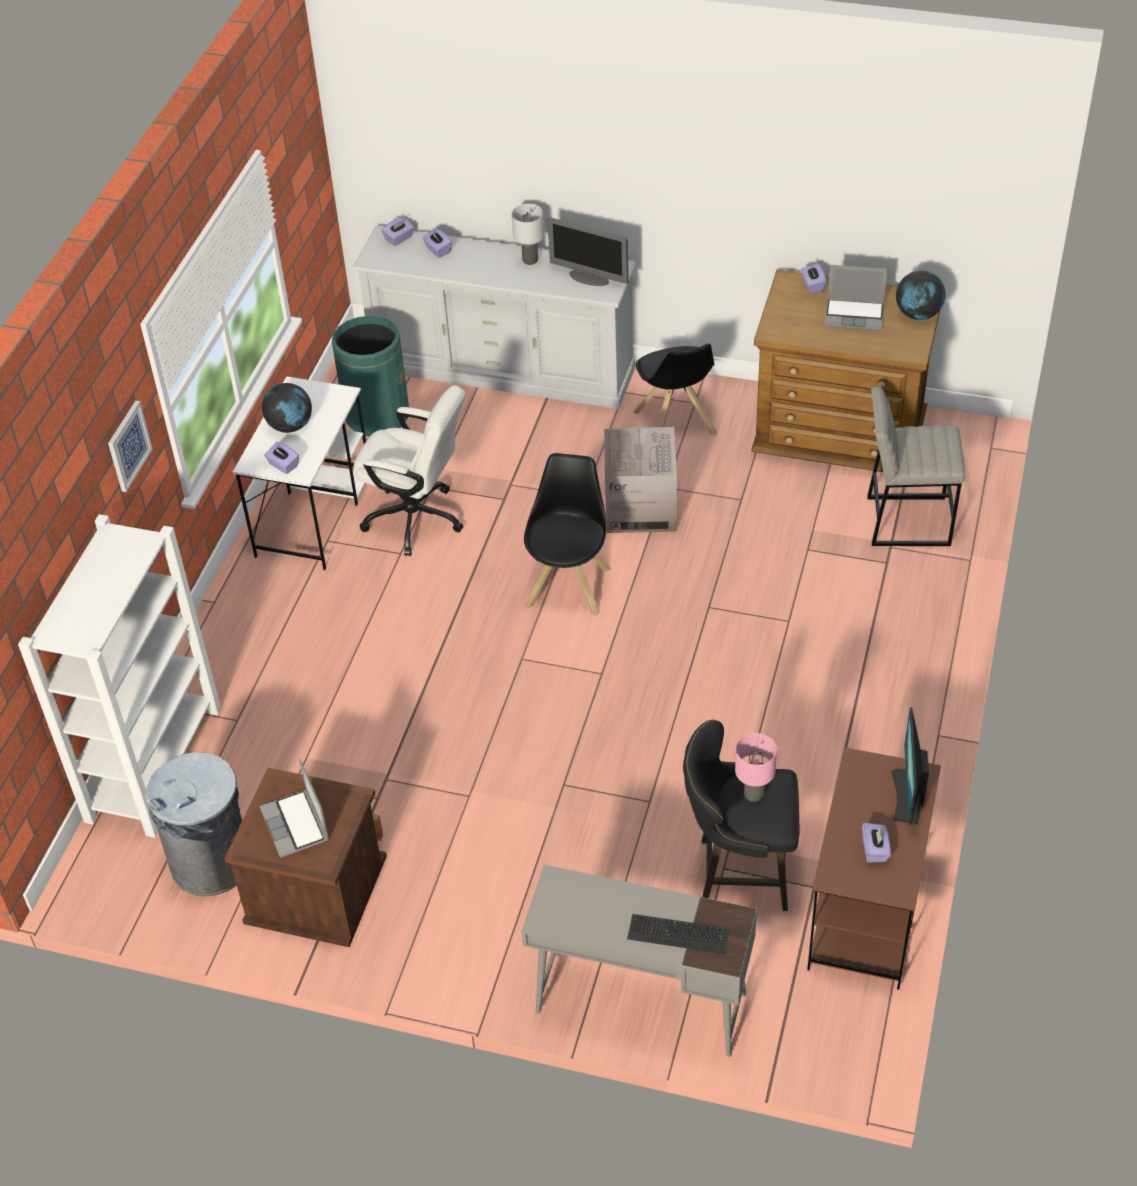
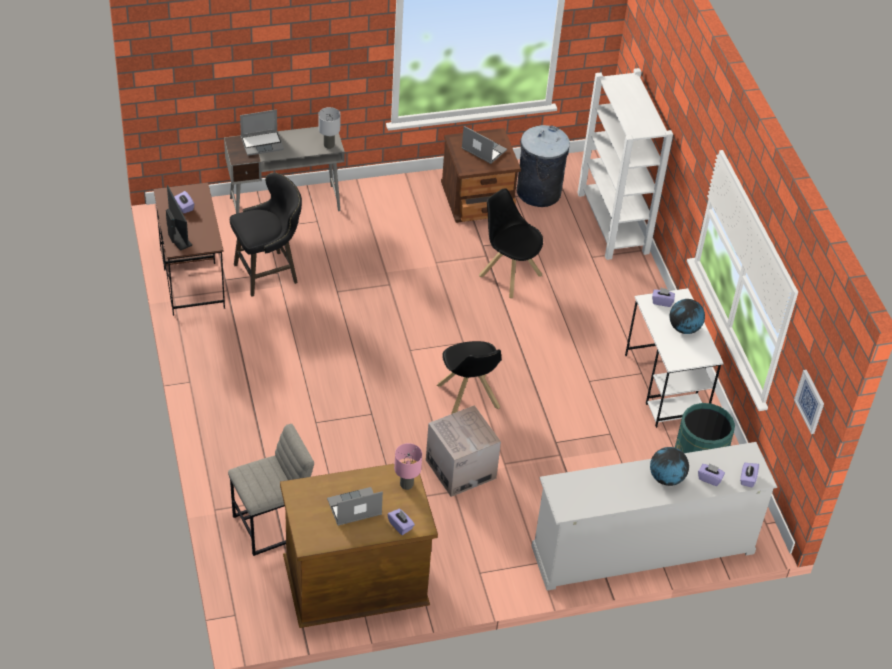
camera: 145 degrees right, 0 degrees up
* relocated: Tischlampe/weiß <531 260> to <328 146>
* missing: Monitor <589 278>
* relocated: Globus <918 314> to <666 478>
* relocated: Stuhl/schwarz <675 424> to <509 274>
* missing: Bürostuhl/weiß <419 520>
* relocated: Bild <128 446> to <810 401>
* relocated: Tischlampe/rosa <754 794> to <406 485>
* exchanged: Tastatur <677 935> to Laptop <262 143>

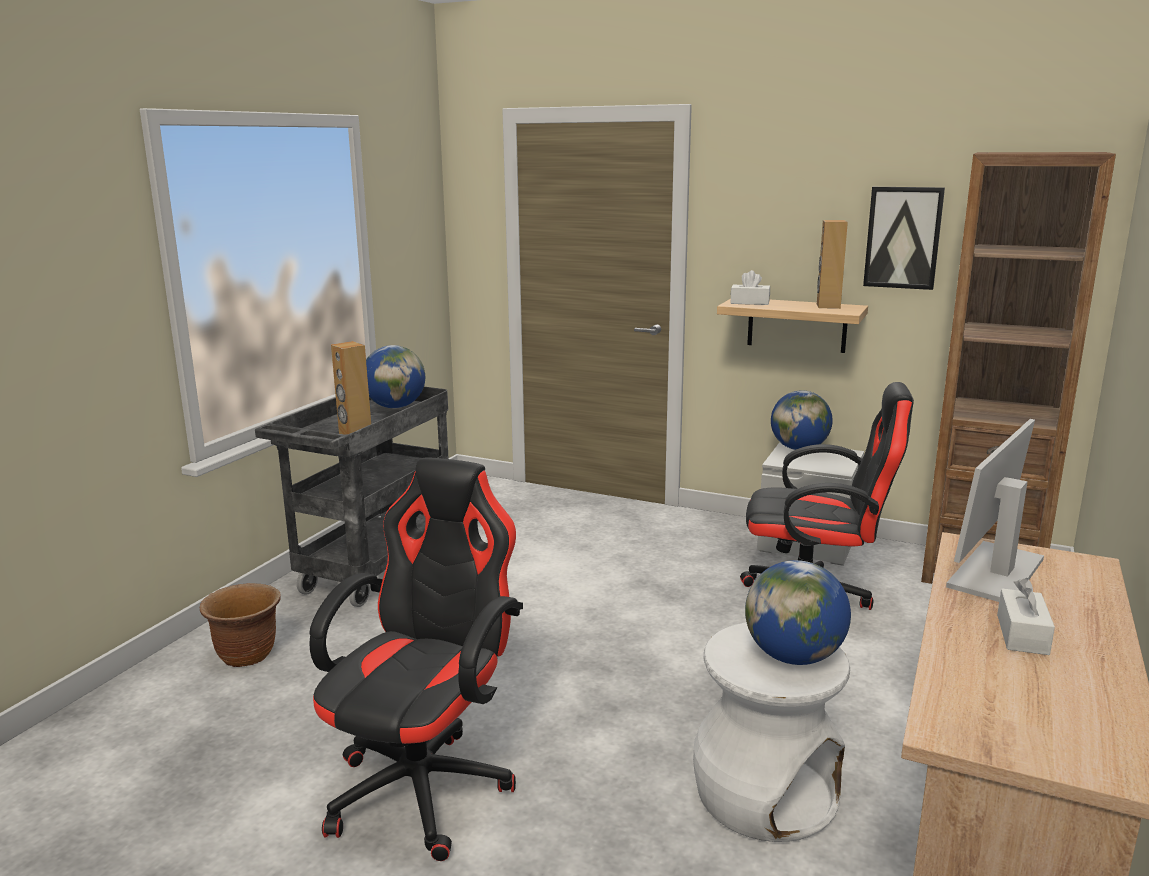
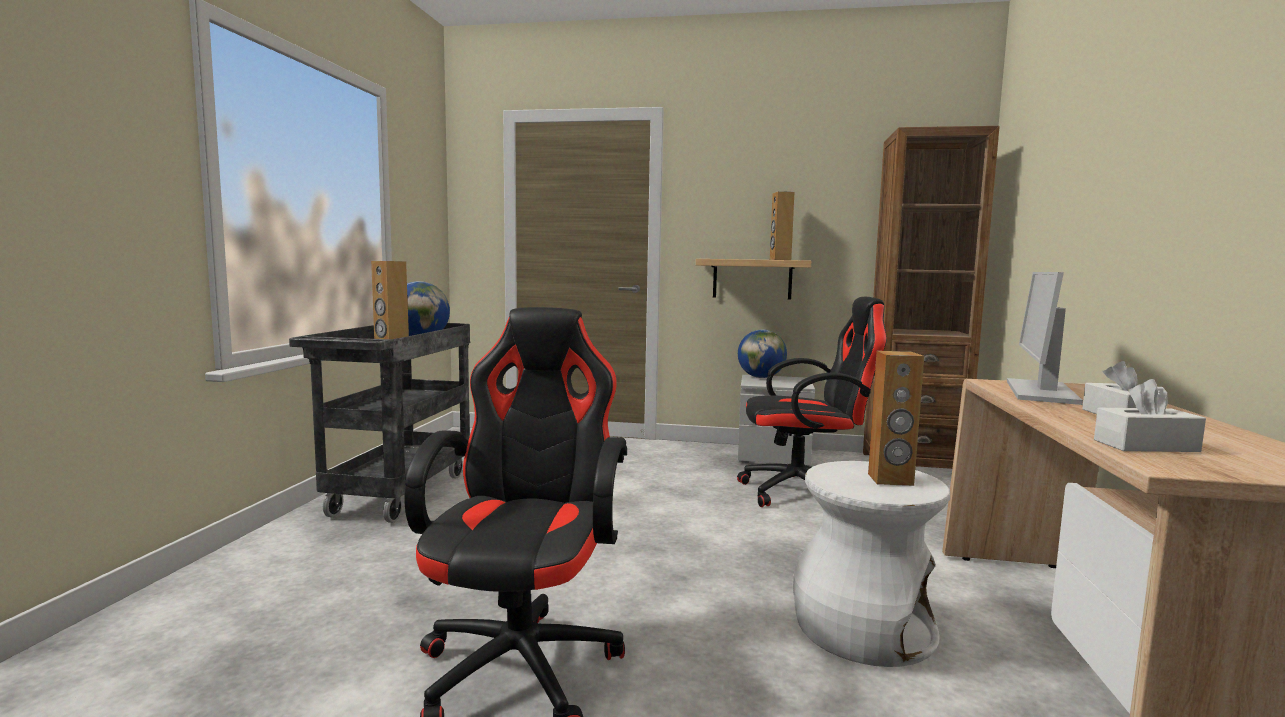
camera: 15 degrees left, 10 degrees down
* missing: Bild <903 237>
* relocated: Taschentuchbox/weiß <749 302> to <1145 446>
* exchanged: Globus <793 656> to Lautsprecher/braun <890 480>
* missing: Pflanzkübel/braun <247 655>

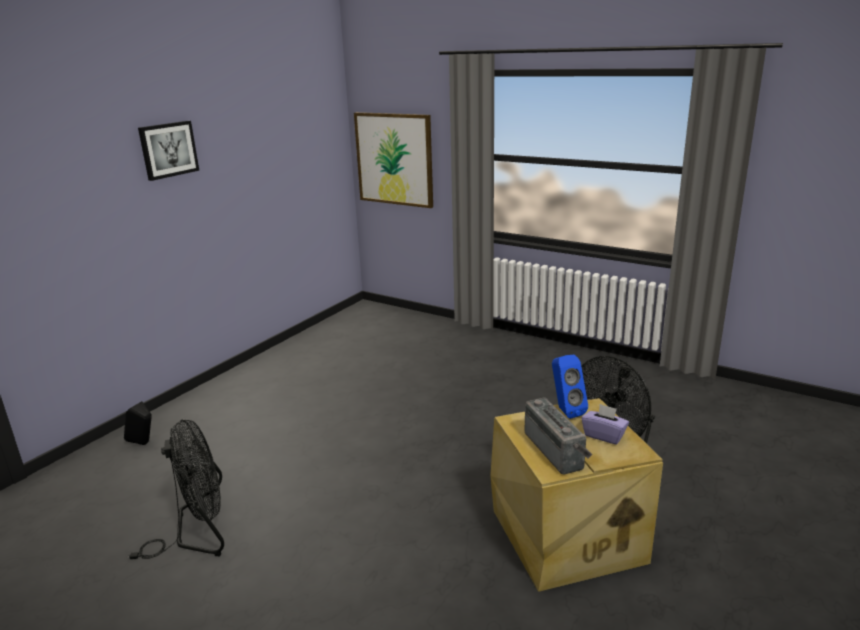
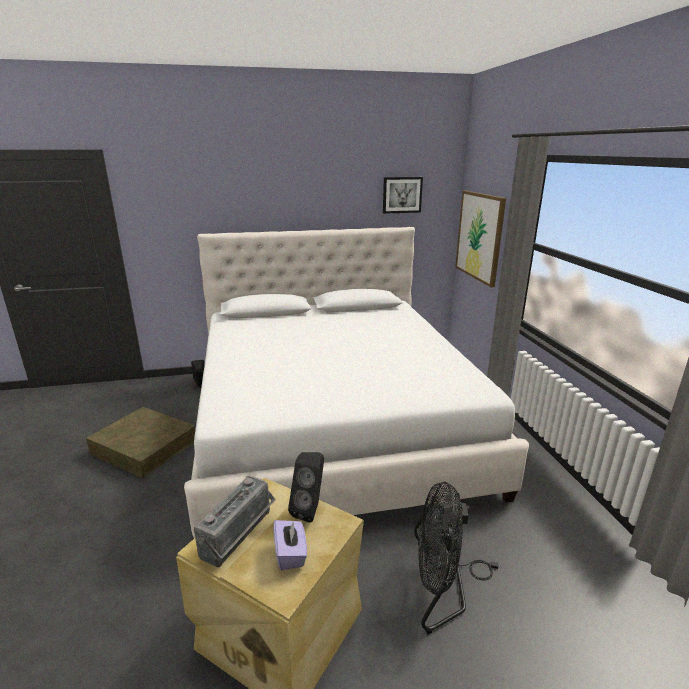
camera: 45 degrees right, 0 degrees up
* relocated: Bild <168 150> to <402 195>
* colour: Lautsprecher/blau <565 411> to Lautsprecher/schwarz <310 509>
* exchanged: Ventilator/schwarz <195 527> to Aufbewahrungsbox/braun <144 447>
* appeared: Bett/weiß <332 422>

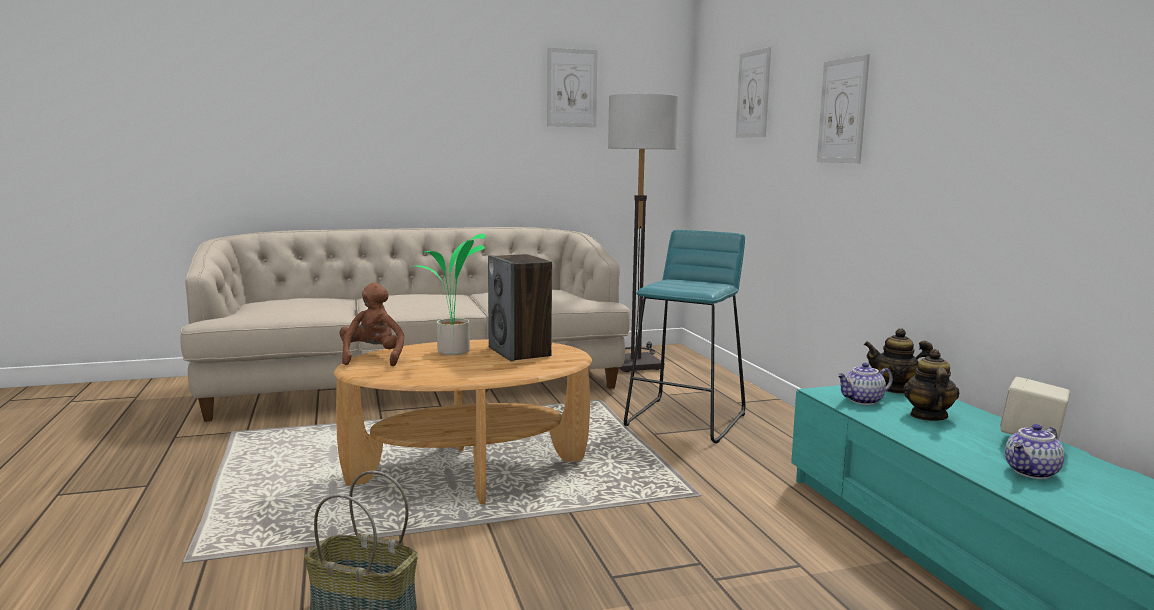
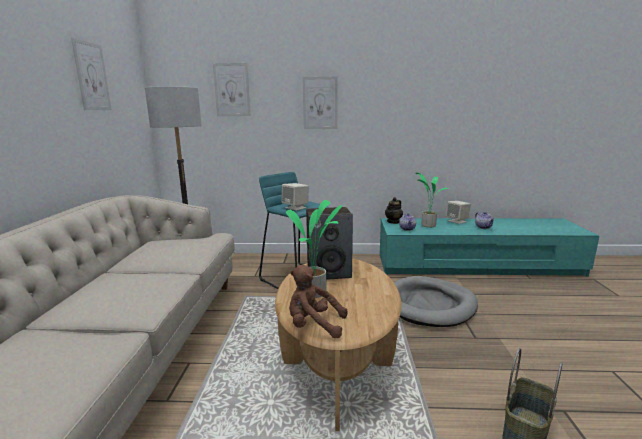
camera: 70 degrees left, 5 degrees up
* exchanged: Teekanne <928 416> to Topfpflanze <428 225>
* appeared: Lautsprecher/beige <296 208>
* appeared: Hundebett/grau <429 305>

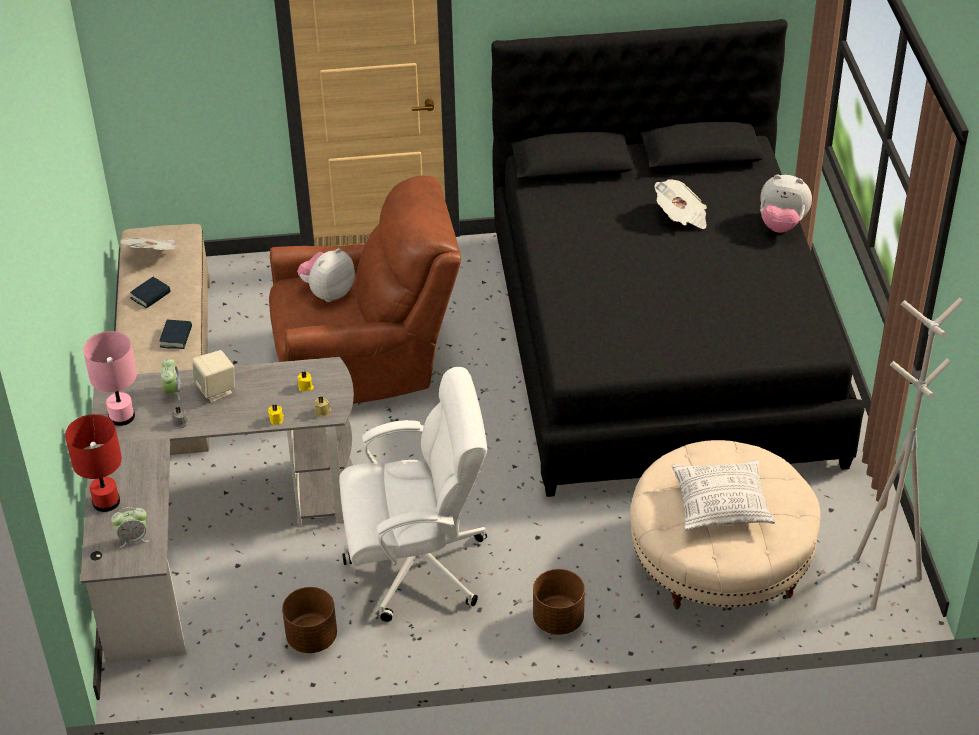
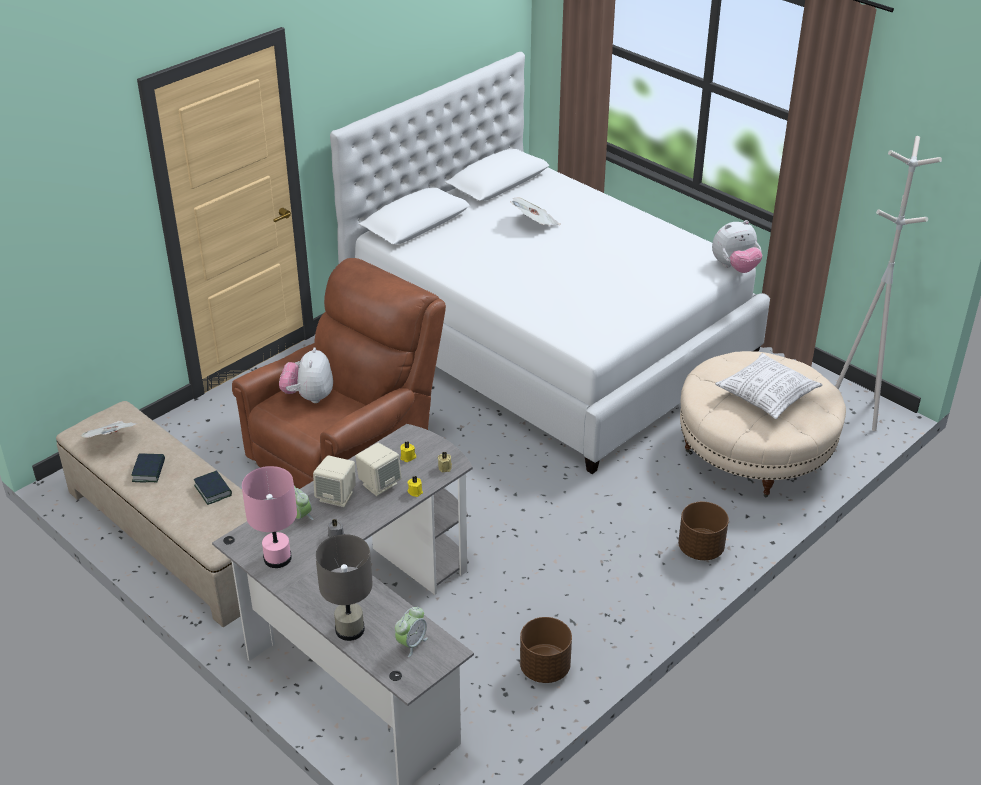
camera: 40 degrees left, 5 degrees down
* colour: Bett/schwarz <662 345> to Bett/weiß <548 339>
* relocated: Plüschtier <781 225> to <735 268>
* missing: Bürostuhl/weiß <417 566>
* colour: Tischlampe/rot <107 502> to Tischlampe/grau <350 629>
* appeared: Lautsprecher/beige <379 484>

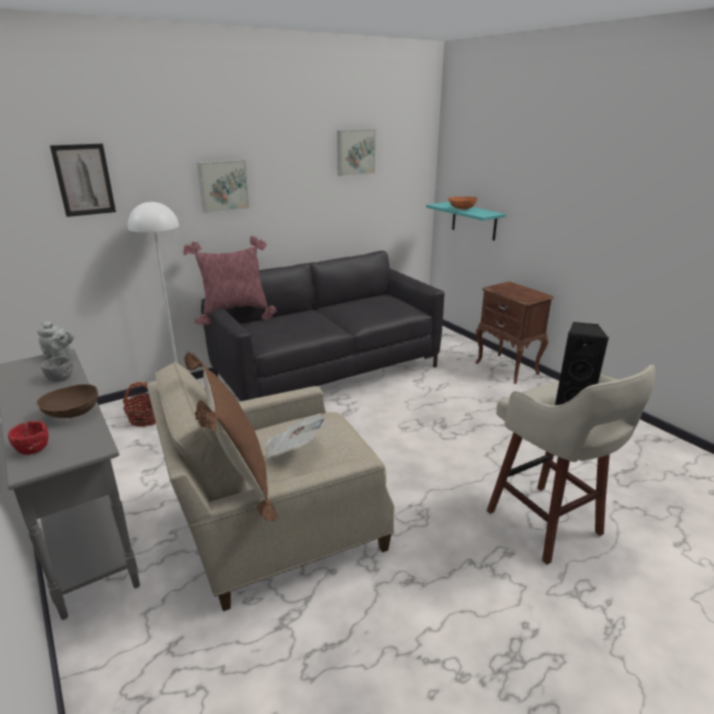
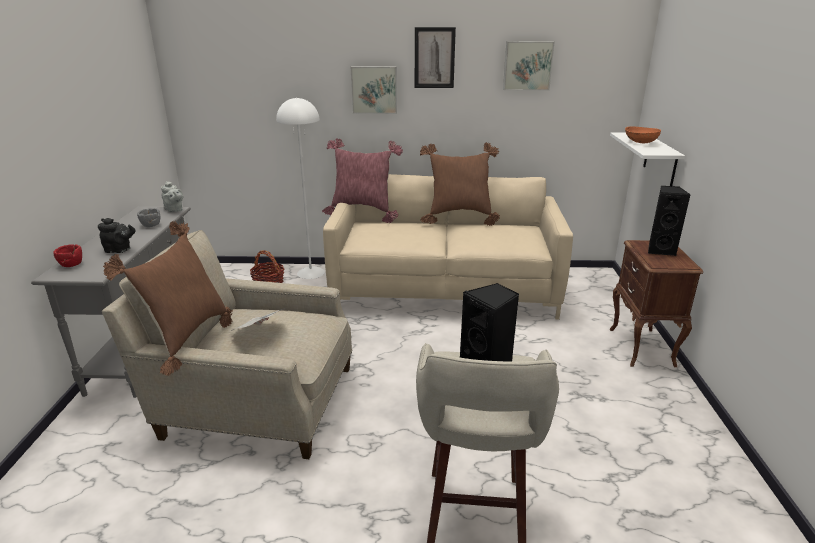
camera: 35 degrees right, 0 degrees up
* relocated: Bild <84 180> to <434 58>
* colour: Wandregal/türkis <474 221> to Wandregal/weiß <660 159>
* colour: Sofa/schwarz <327 372> to Sofa/beige <444 291>
* exchanged: Schüssel/braun <72 414> to Teekanne/schwarz <120 250>
* appeared: Kissen/braun <458 221>
* appeared: Lautsprecher/schwarz <660 250>

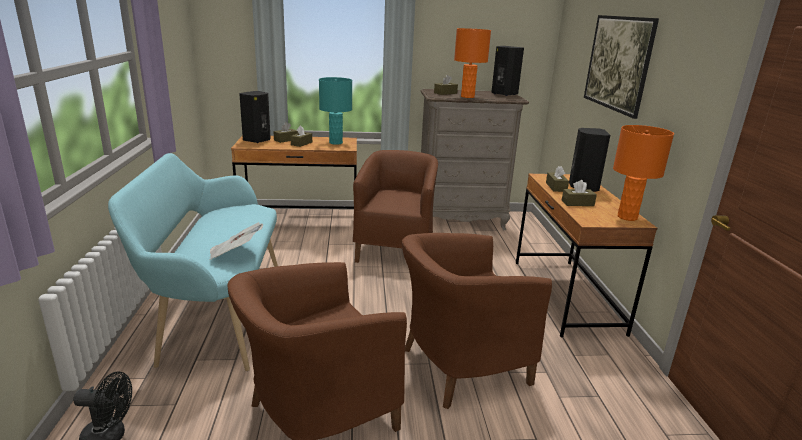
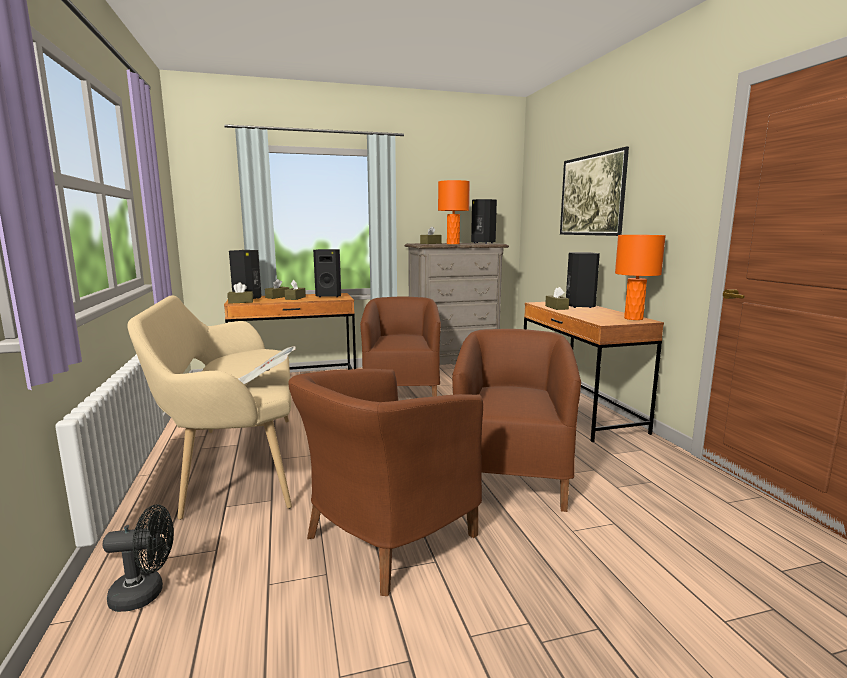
camera: 10 degrees left, 10 degrees down
* exchanged: Tischlampe/türkis <336 142> to Lautsprecher/schwarz <329 296>
* colour: Bank/türkis <216 313> to Bank/beige <234 463>
* relocated: Taschentuchbox/braun <577 203> to <241 302>
* spun: Sessel/braun <460 367> = <511 476> 135 degrees clockwise

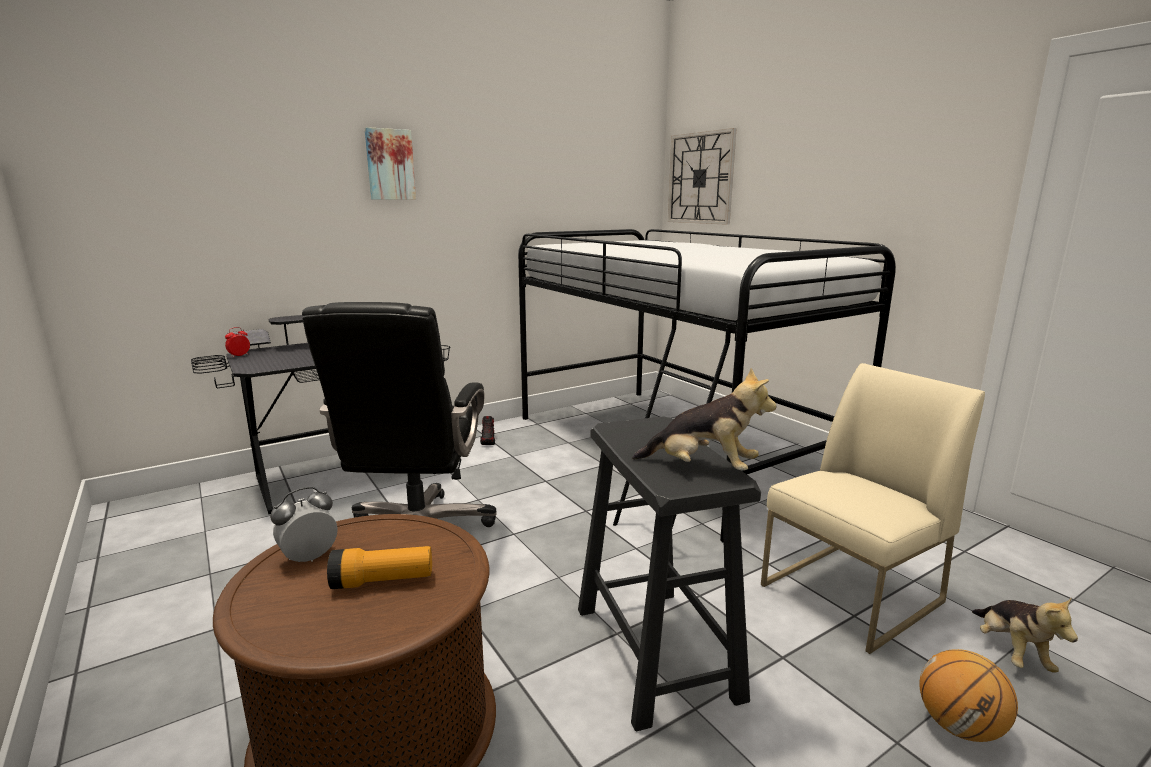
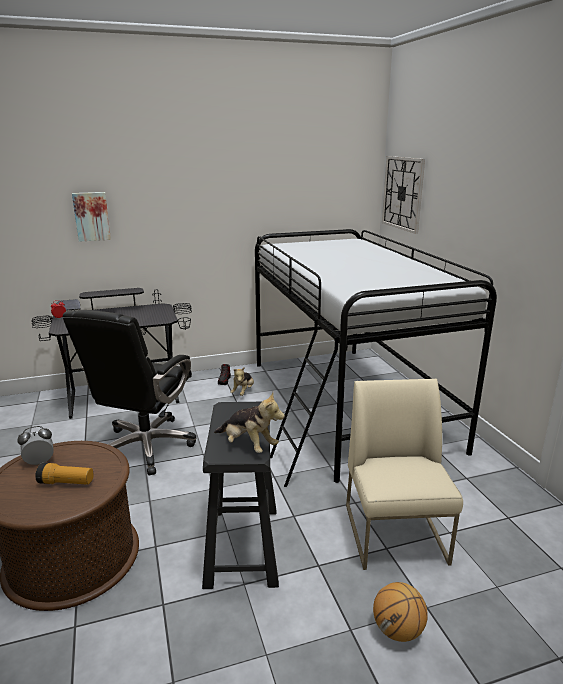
camera: 15 degrees right, 5 degrees up
* relocated: Bild <390 164> to <91 216>
* spun: Stuhl/beige <851 594> = <396 534> 75 degrees counterclockwise
* relocated: Plüschtier <1011 652> to <243 392>

